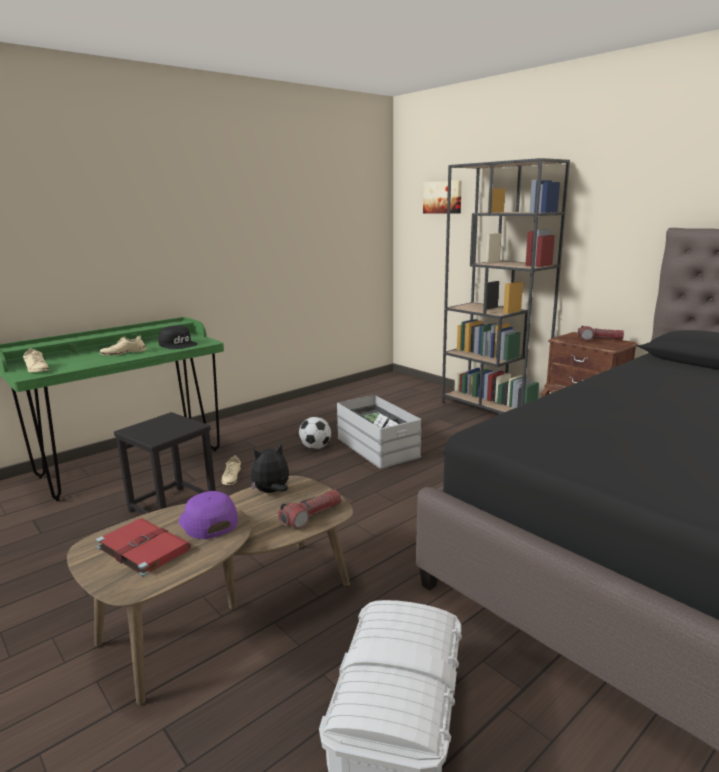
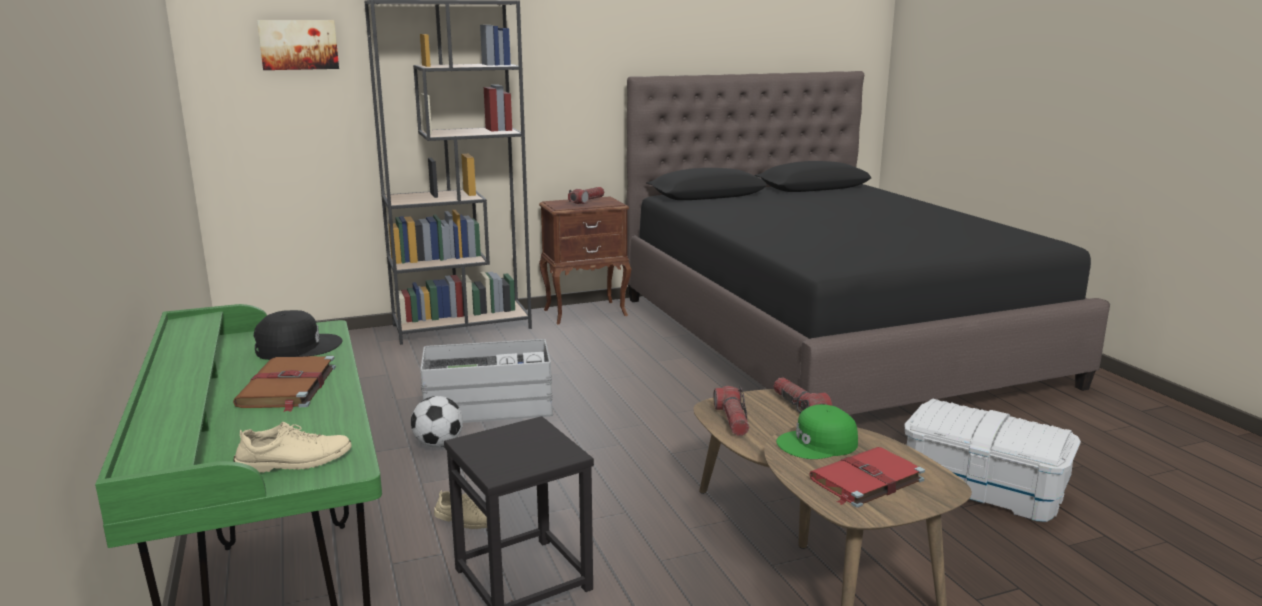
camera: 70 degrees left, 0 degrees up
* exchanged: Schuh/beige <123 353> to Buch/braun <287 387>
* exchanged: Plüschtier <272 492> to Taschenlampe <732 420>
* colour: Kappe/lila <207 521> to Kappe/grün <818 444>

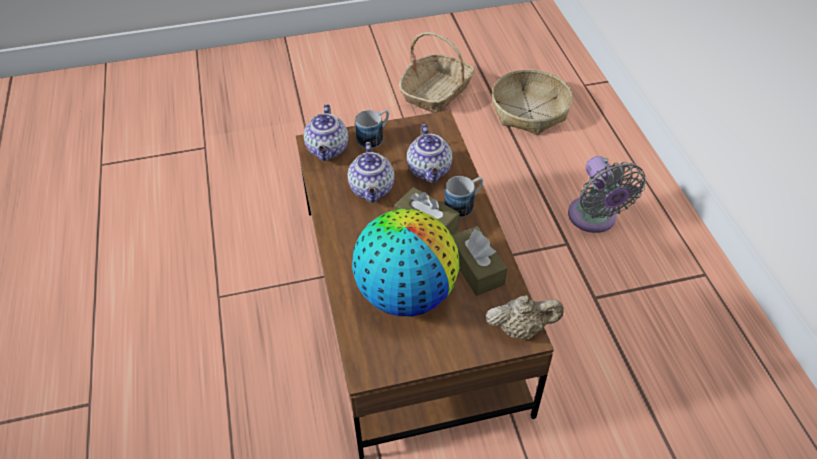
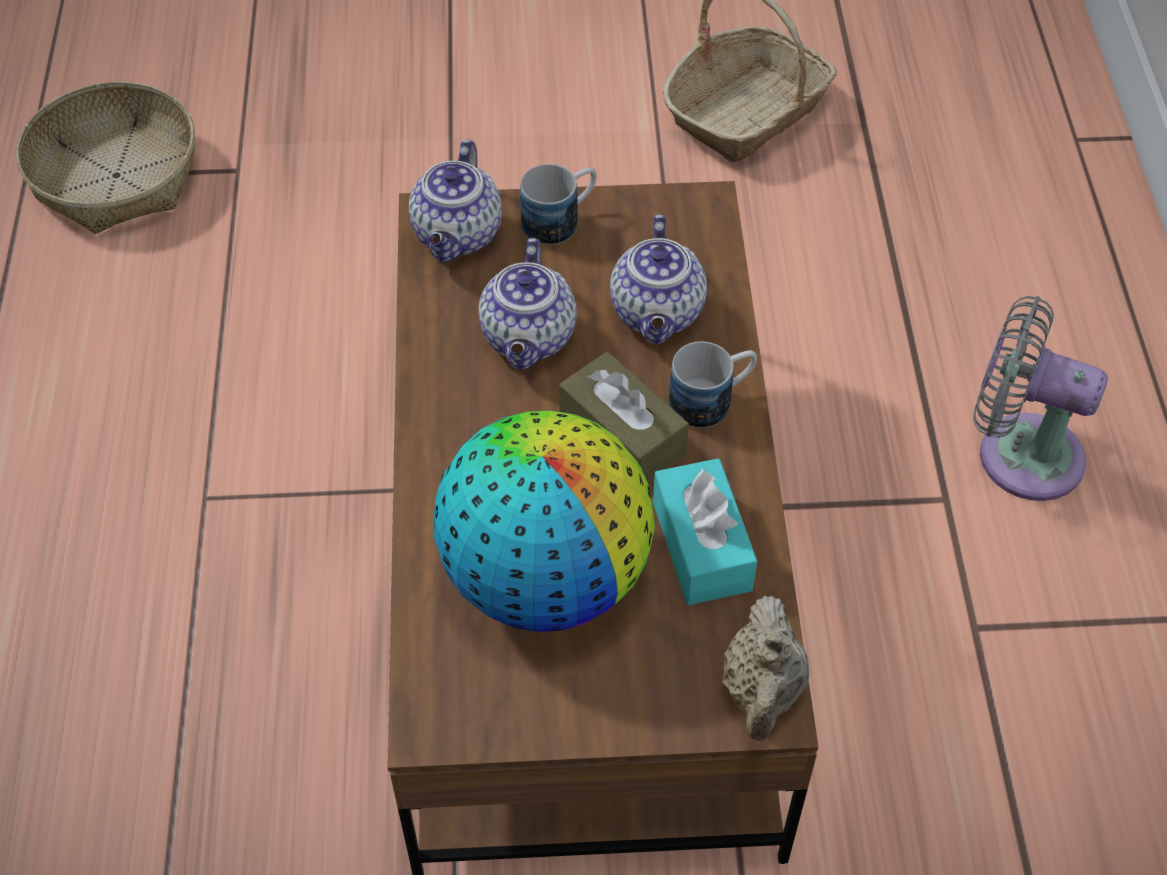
camera: 10 degrees right, 5 degrees up
* relocated: Korb <529 111> to <116 176>
* spun: Ventilator/grau <594 219> = <1019 453> 120 degrees clockwise
* colour: Taschentuchbox/braun <476 268> to Taschentuchbox/türkis <701 546>
* spun: Teekanne/beige <521 329> = <762 692> 90 degrees clockwise

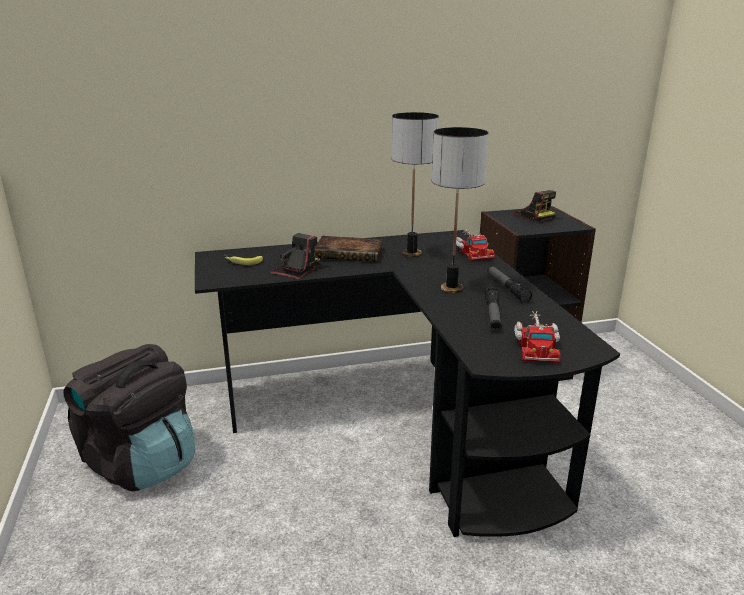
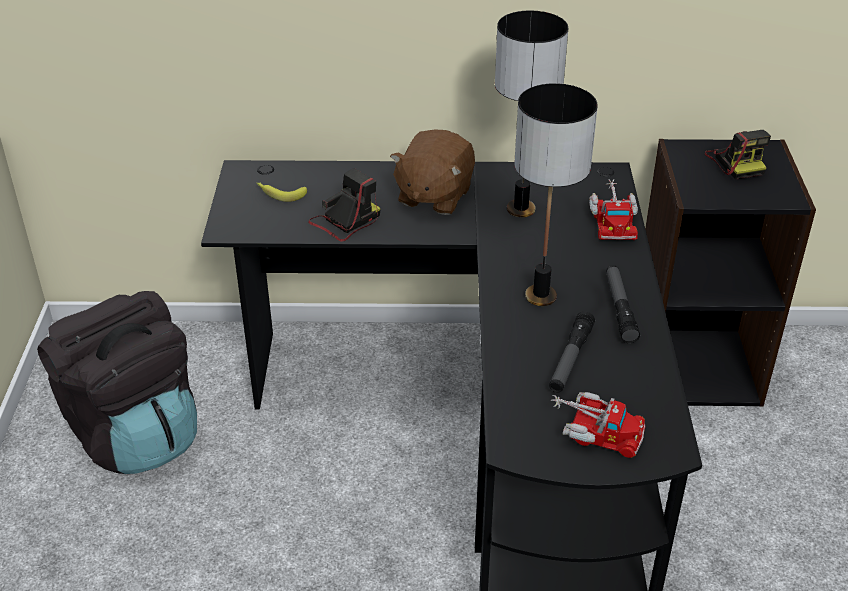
camera: 15 degrees right, 15 degrees up
* exchanged: Buch <350 253> to Plüschtier/braun <433 196>
* spun: Spielzeuglaster <536 346> = <595 431> 90 degrees counterclockwise

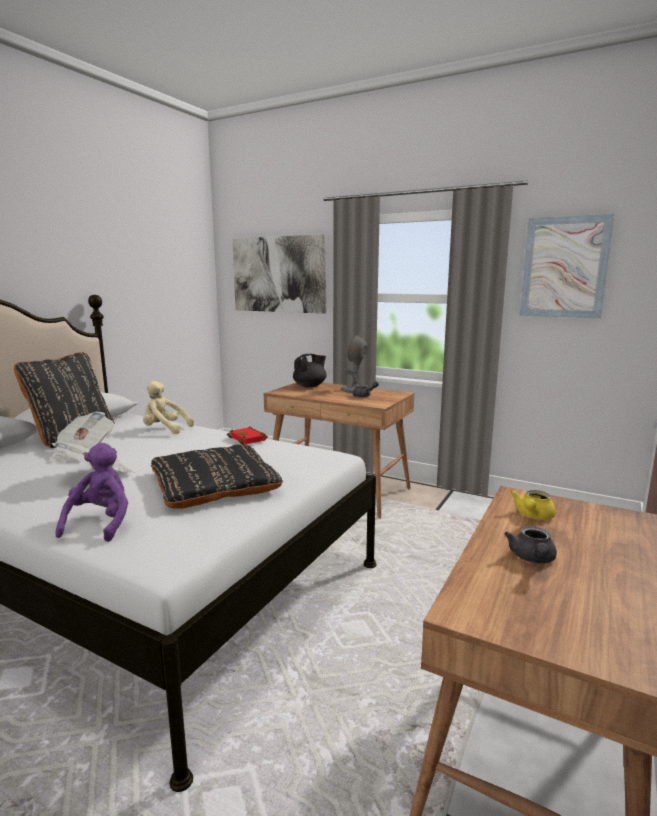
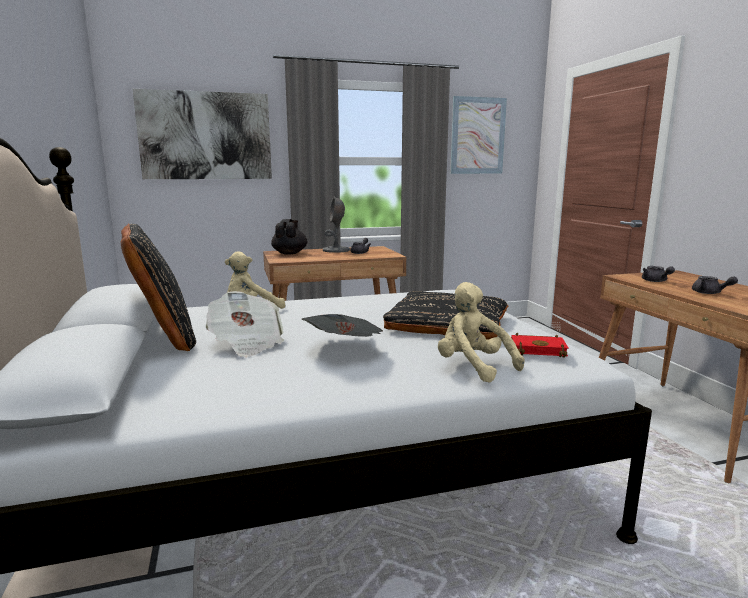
camera: 45 degrees left, 0 degrees up
* relocated: Buch/rot <249 439> to <539 349>
* colour: Plüschtier/lila <101 523> to Plüschtier/beige <473 367>
* colour: Teekanne/gelb <533 516> to Teekanne/grau <655 281>

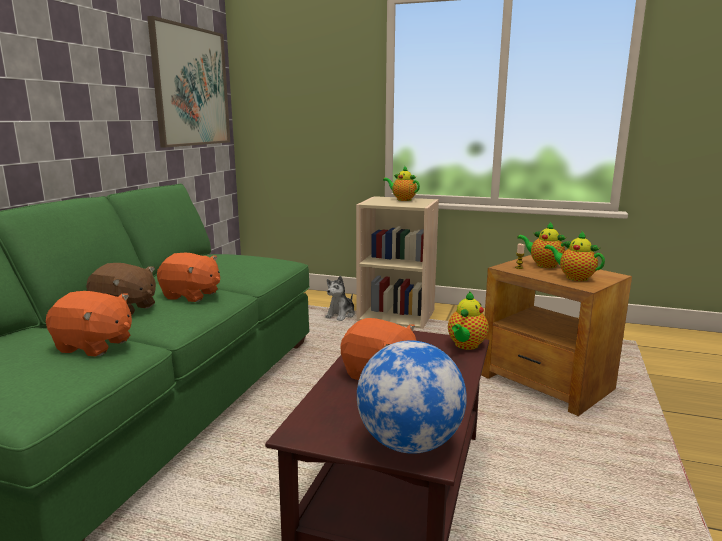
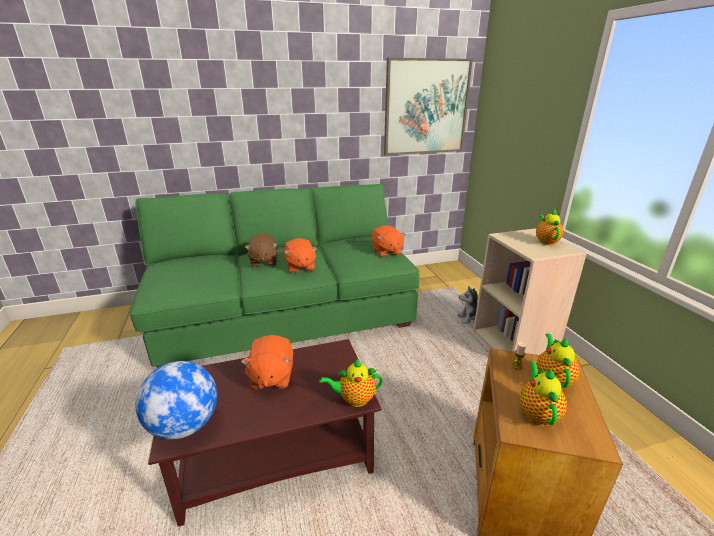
camera: 55 degrees right, 10 degrees up
* relocated: Plüschtier/orange <94 346> to <386 252>

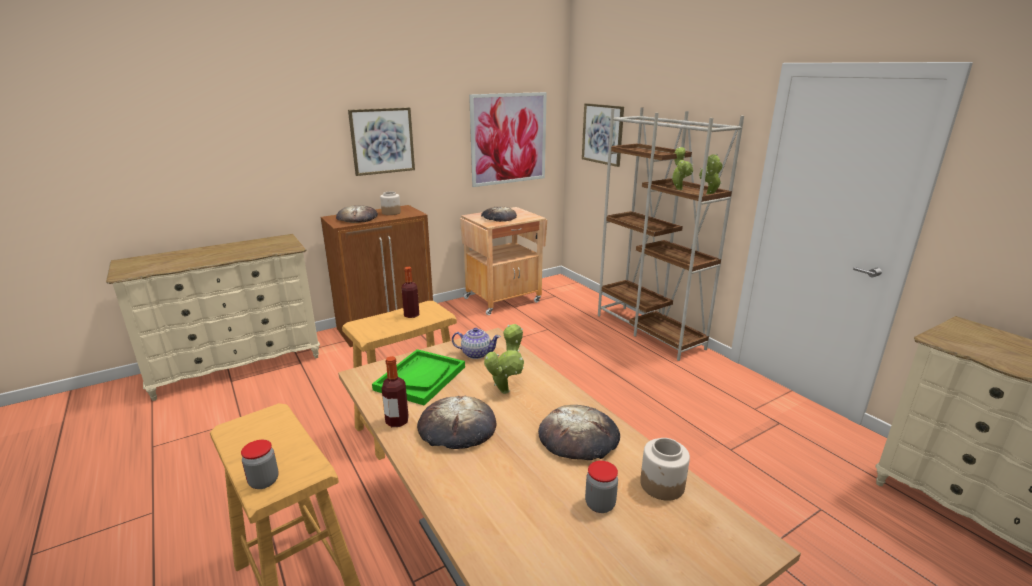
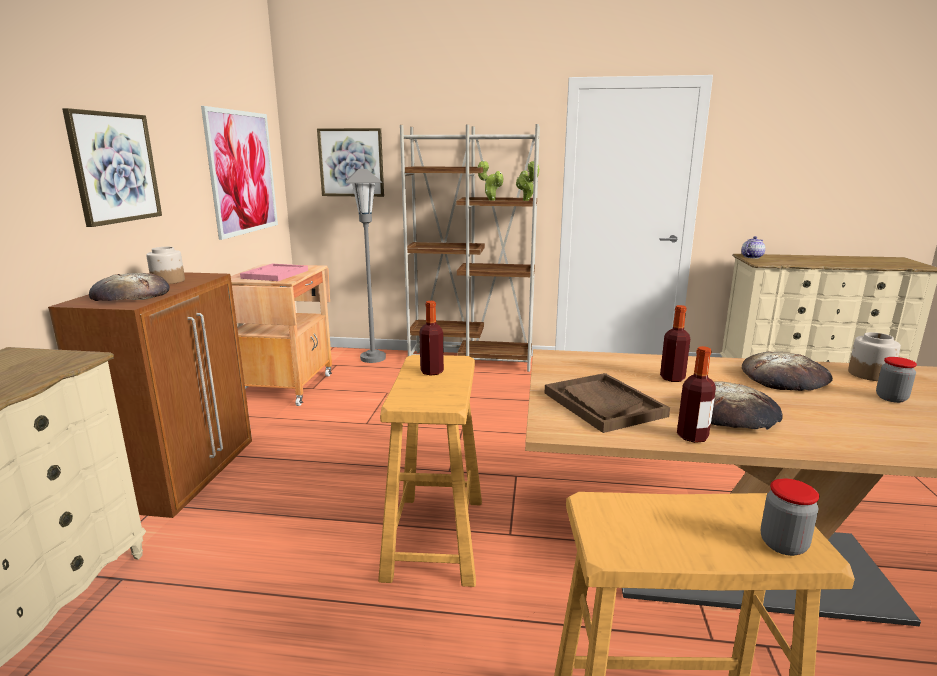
camera: 50 degrees left, 5 degrees down
* exchanged: Brot <498 218> to Tablett/rosa <275 274>
* exchanged: Topfpflanze <506 389> to Flasche <672 378>
* relocated: Teekanne <476 354> to <751 257>
* colour: Tablett/grün <420 378> to Tablett/braun <603 404>
* appeared: Stehlampe/grau <373 358>

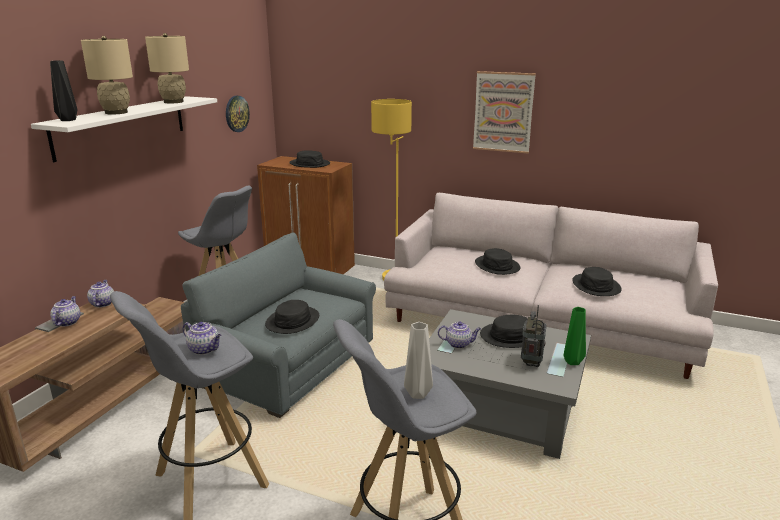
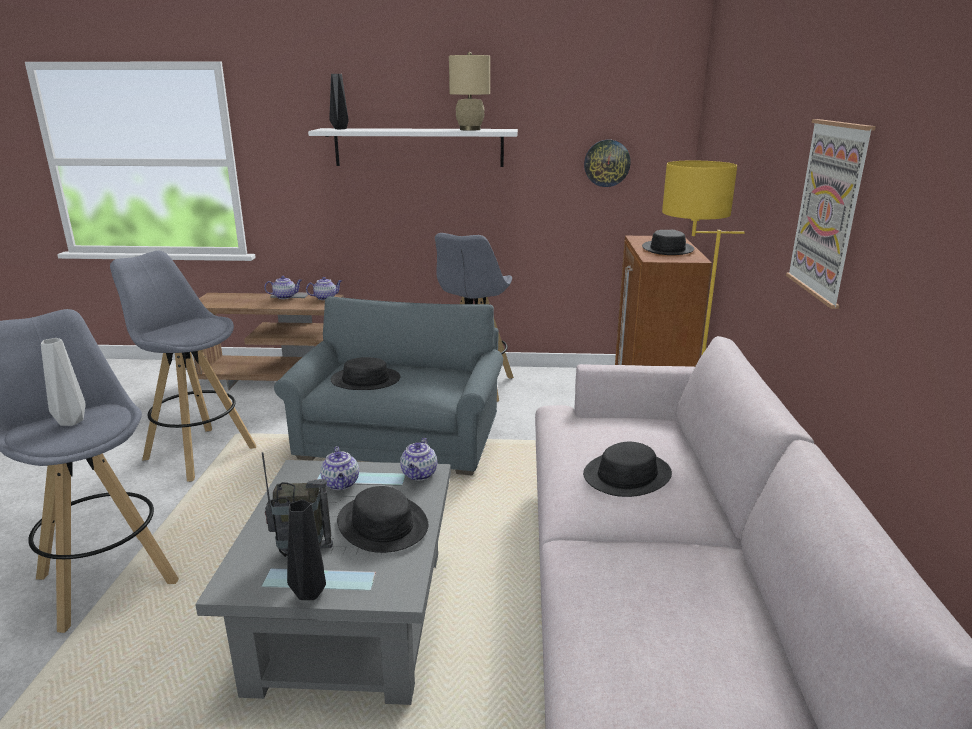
camera: 70 degrees right, 0 degrees up
* missing: Tischlampe/beige <116 112>
* missing: Hut/schwarz <596 286>
* colour: Vase/grün <571 362> to Vase/schwarz <309 592>
* relocated: Teekanne <205 349> to <419 474>

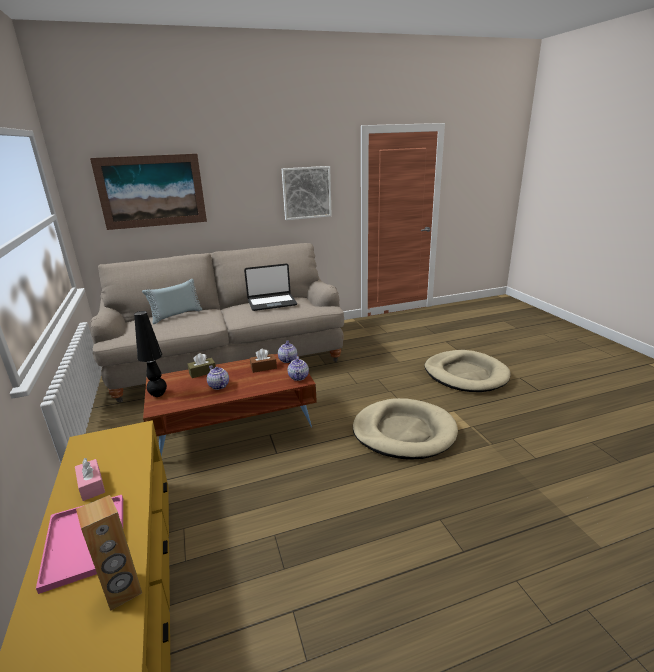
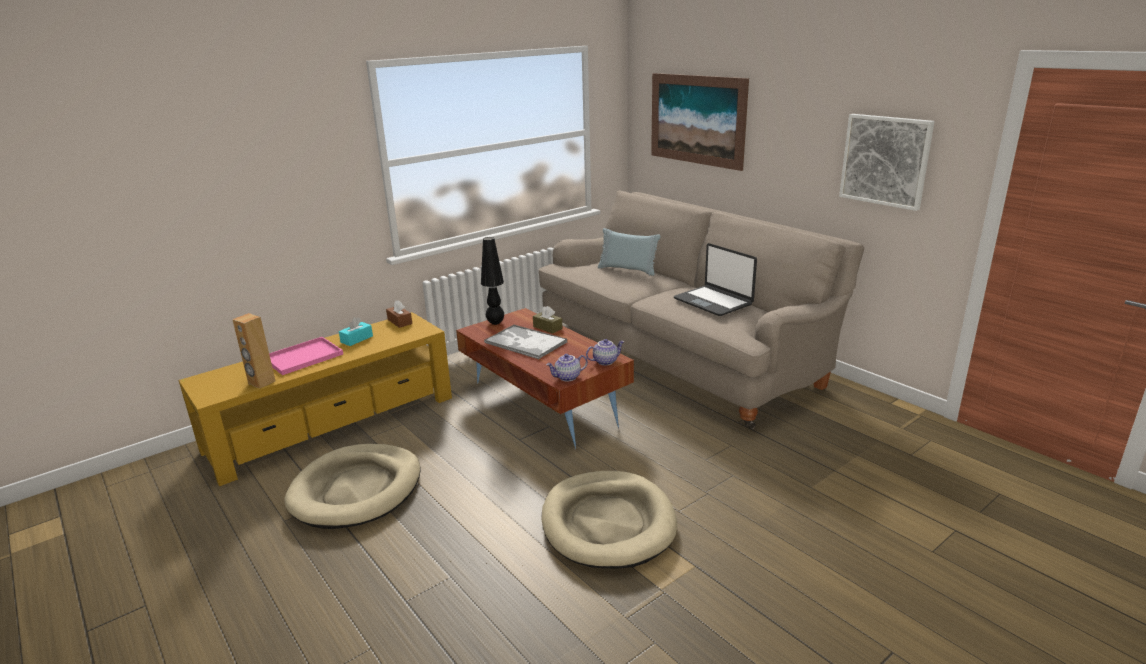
camera: 70 degrees right, 0 degrees up
* relocated: Taschentuchbox/braun <263 367> to <399 322>
* relocated: Hundebett/beige <465 374> to <357 490>
* exchanged: Teekanne <218 386> to Tablett <525 342>
* colour: Taschentuchbox/rosa <91 485> to Taschentuchbox/türkis <357 339>

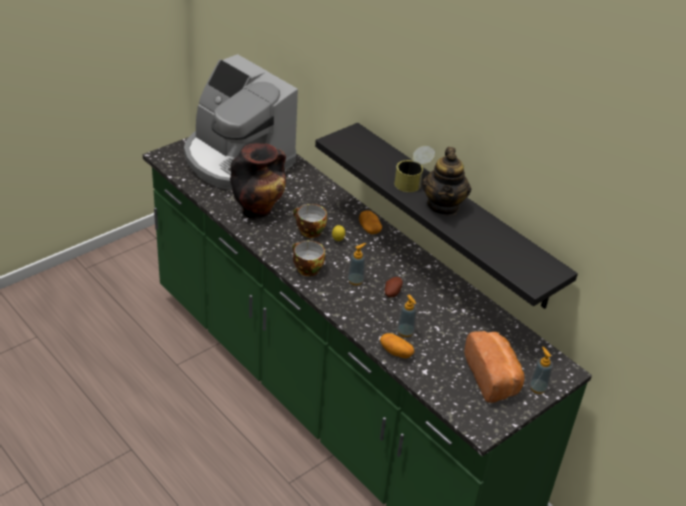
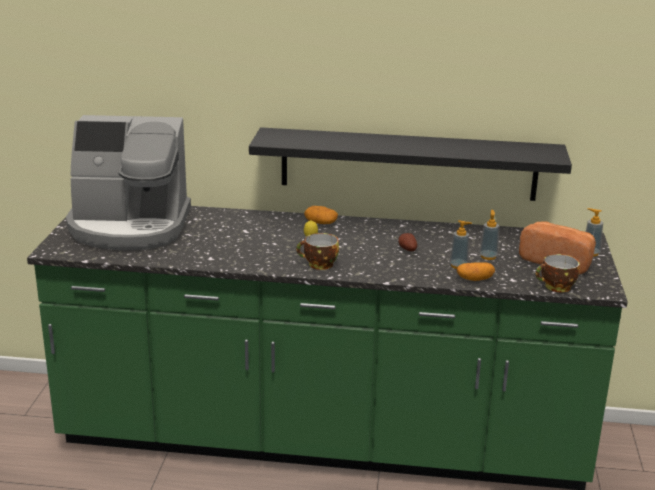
camera: 40 degrees left, 15 degrees down
* missing: Vase <258 210>
* missing: Dose <413 181>
* missing: Teekanne <443 206>
* relocated: Tasse <308 231> to <556 287>
* relocated: Seifenspender <355 280> to <488 256>

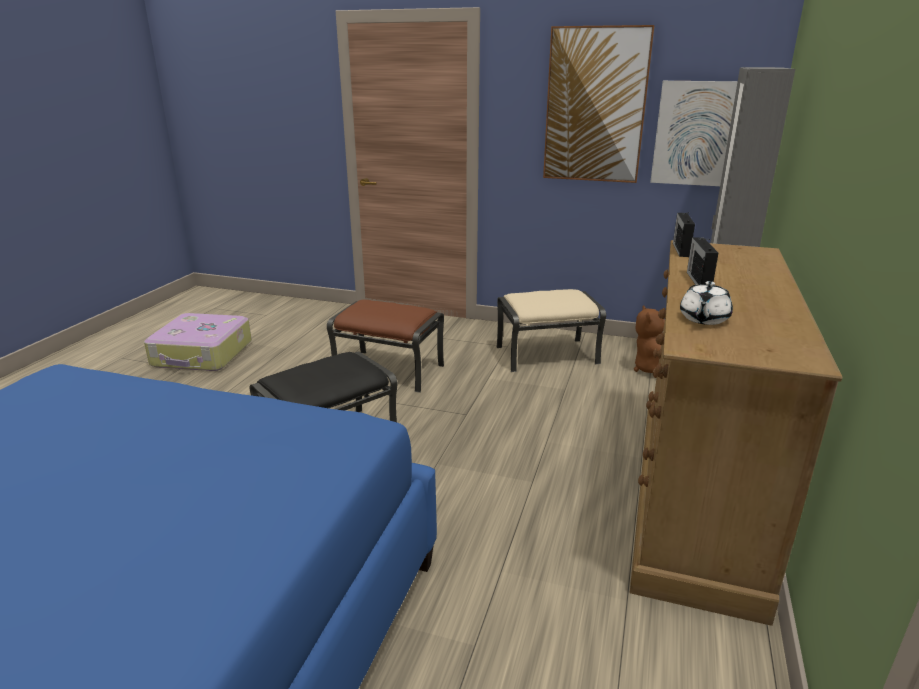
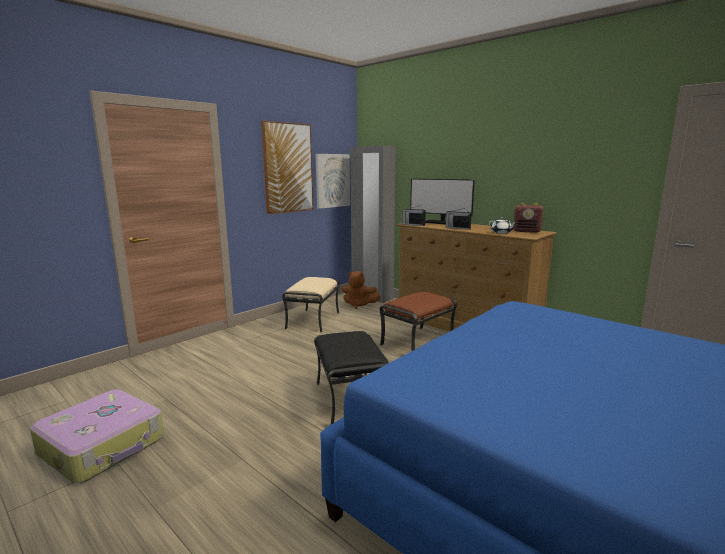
camera: 65 degrees left, 10 degrees down
* relocated: Polsterhocker/braun <390 370> to <417 341>
* appeared: Monitor <441 223>
* appeared: Radio <527 231>

